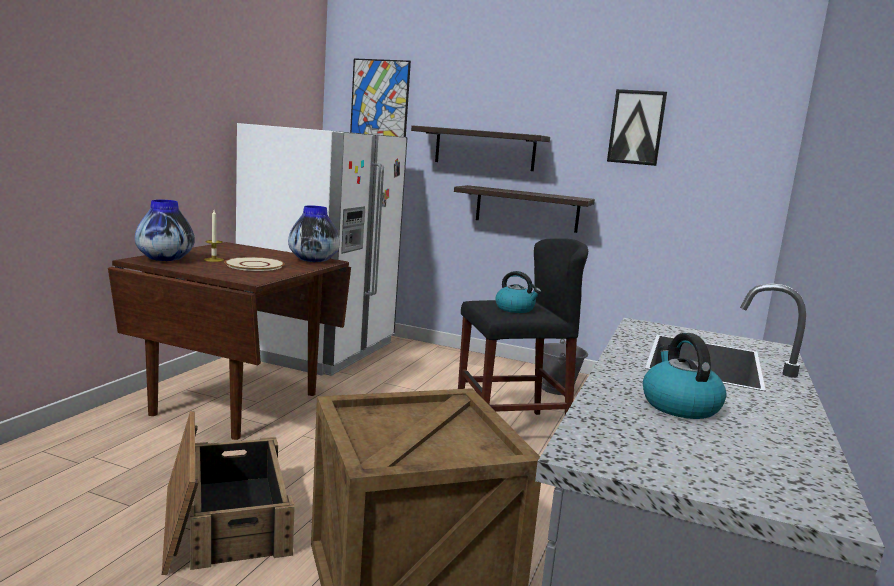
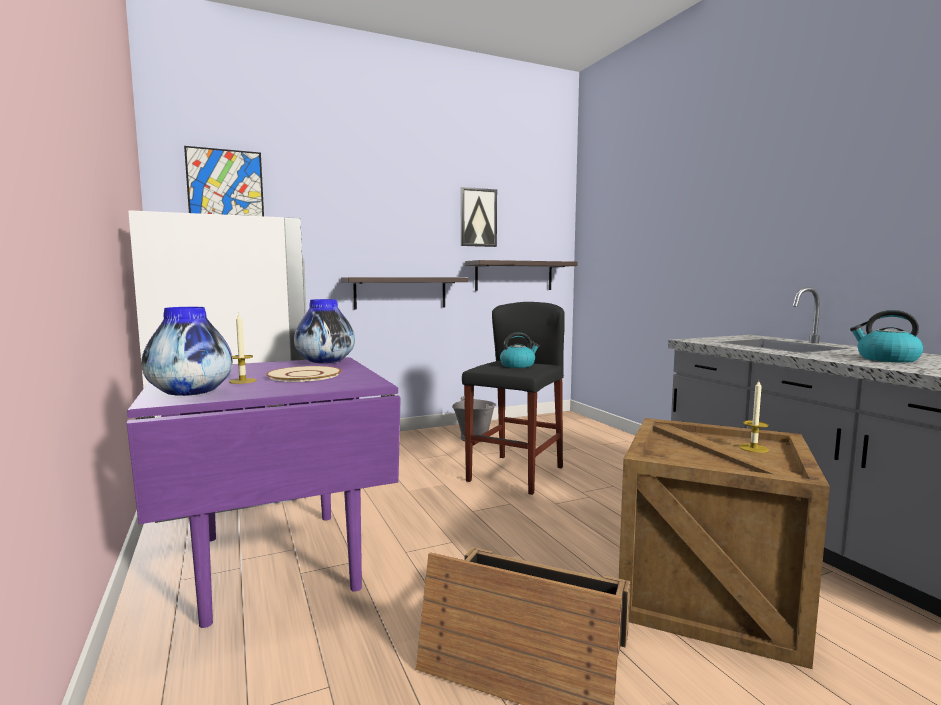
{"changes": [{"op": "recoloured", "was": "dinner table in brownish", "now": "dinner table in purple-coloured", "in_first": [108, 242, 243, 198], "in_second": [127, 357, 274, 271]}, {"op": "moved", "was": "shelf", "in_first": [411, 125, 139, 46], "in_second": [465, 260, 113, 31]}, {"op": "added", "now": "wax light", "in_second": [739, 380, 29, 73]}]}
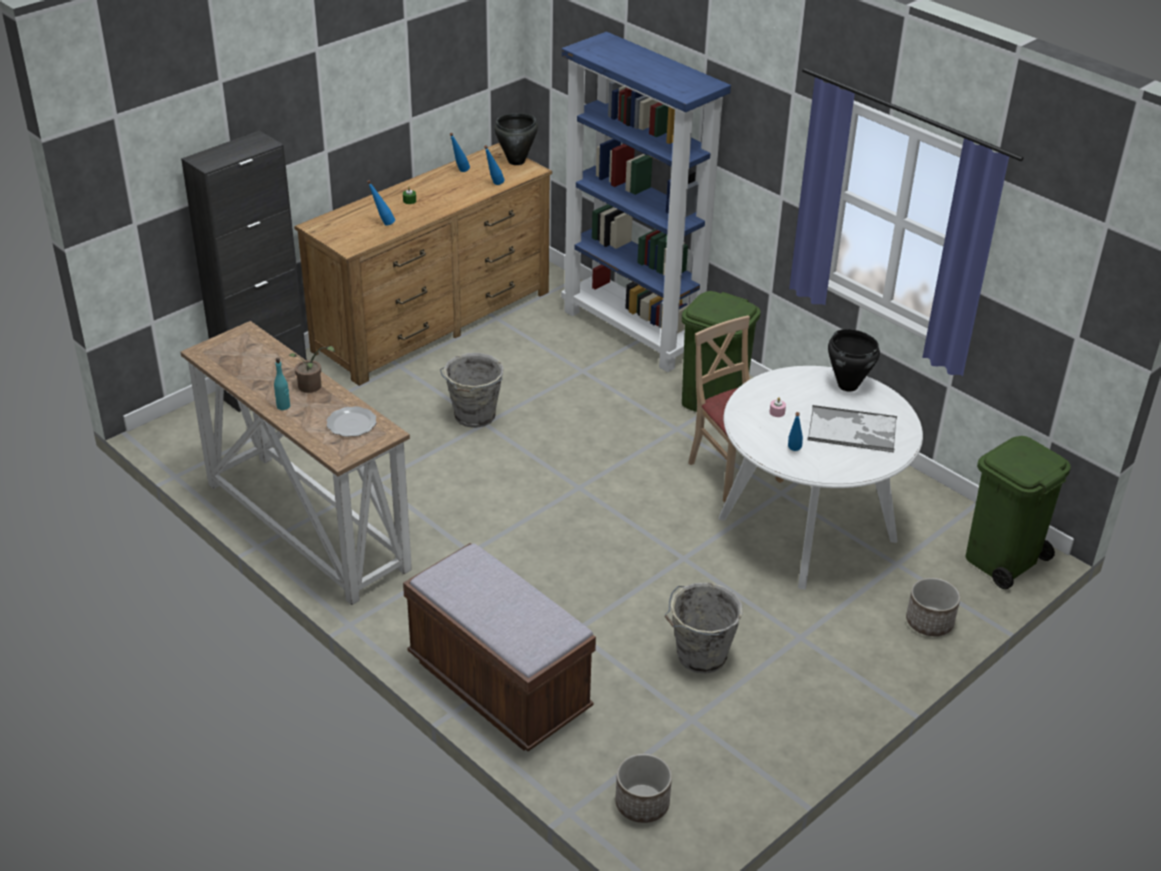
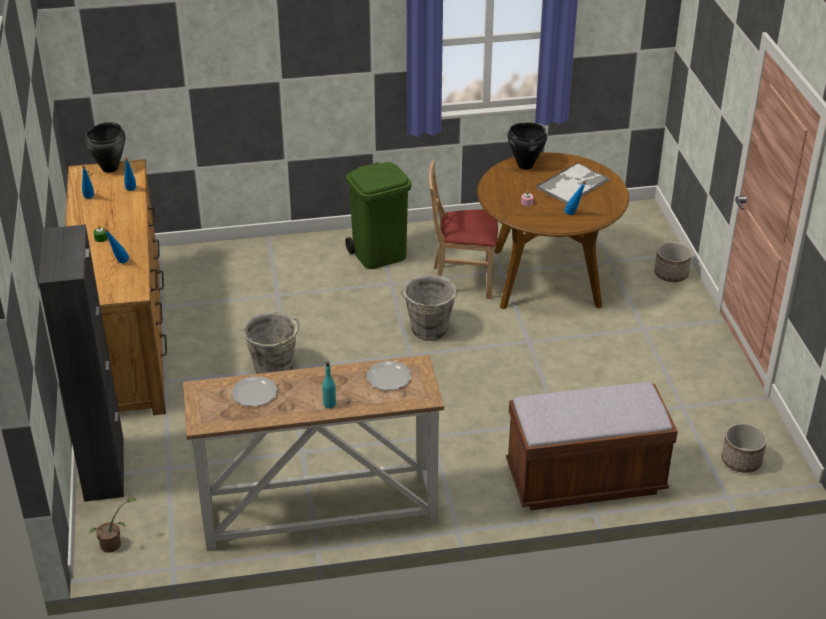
{"changes": [{"op": "moved", "was": "potted plant", "in_first": [288, 346, 47, 47], "in_second": [90, 498, 46, 55]}, {"op": "added", "now": "dinner plate", "in_second": [231, 376, 47, 31]}, {"op": "moved", "was": "pail in greyish", "in_first": [665, 583, 78, 91], "in_second": [401, 275, 57, 66]}, {"op": "recoloured", "was": "dinner table in white-coloured", "now": "dinner table in brownish", "in_first": [719, 366, 204, 223], "in_second": [477, 153, 152, 156]}, {"op": "removed", "was": "bookcase in bluish", "in_first": [561, 32, 170, 340]}, {"op": "removed", "was": "waste bin in green-coloured", "in_first": [966, 436, 105, 153]}]}
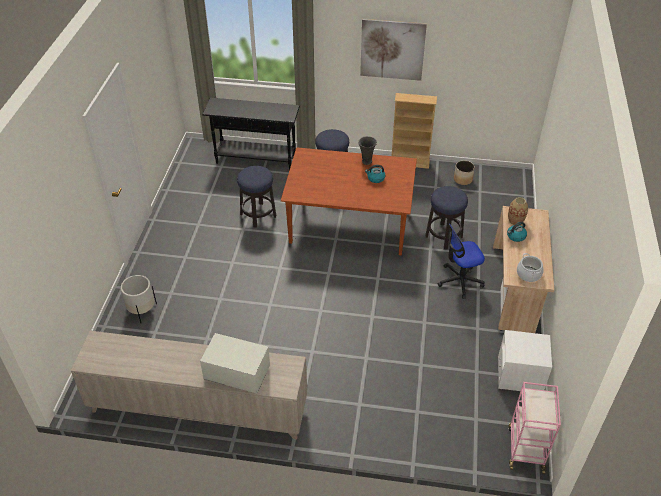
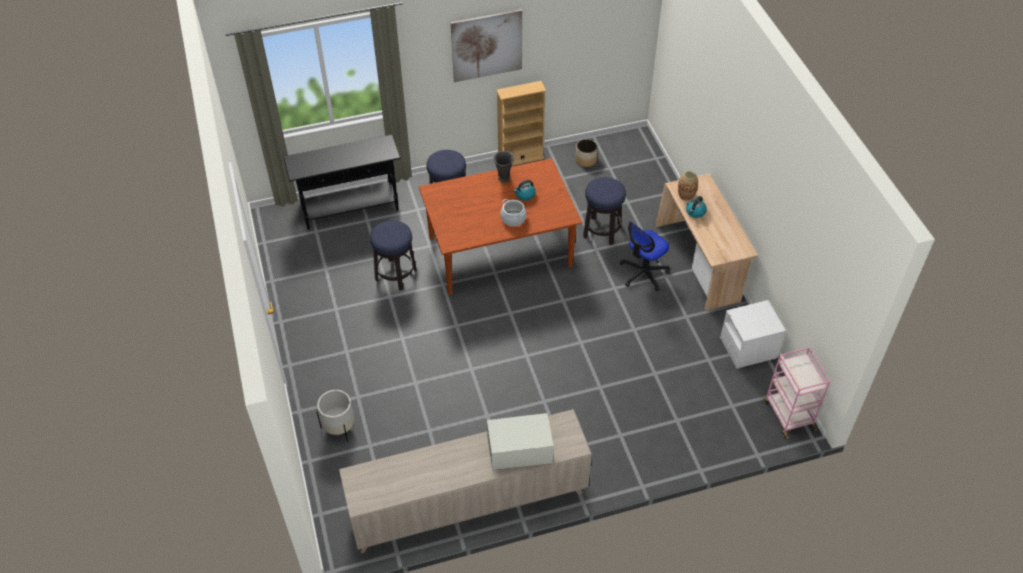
{"changes": [{"op": "moved", "was": "cooking pot", "in_first": [517, 253, 27, 29], "in_second": [501, 199, 26, 27]}]}
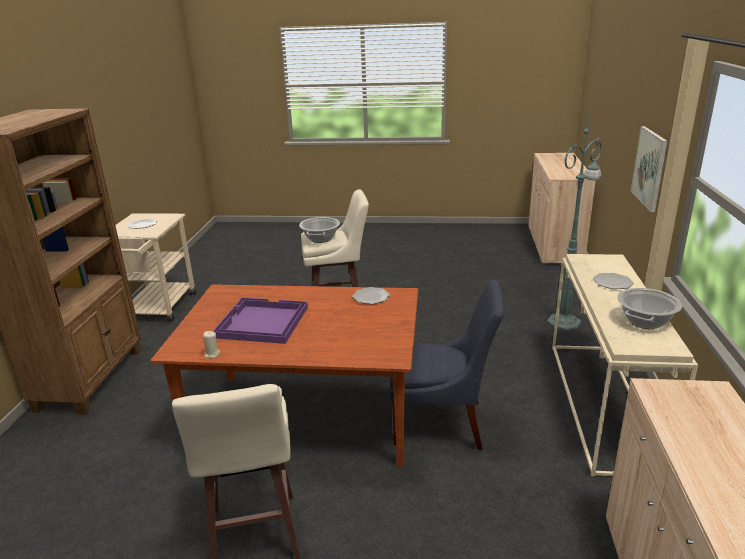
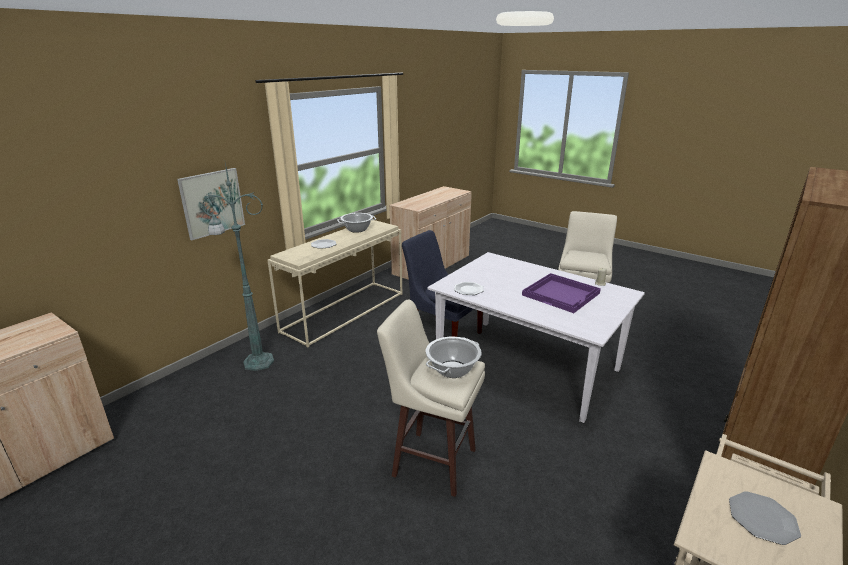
{"changes": [{"op": "recoloured", "was": "dinner table in brownish", "now": "dinner table in white-coloured", "in_first": [150, 284, 268, 183], "in_second": [428, 252, 217, 171]}]}
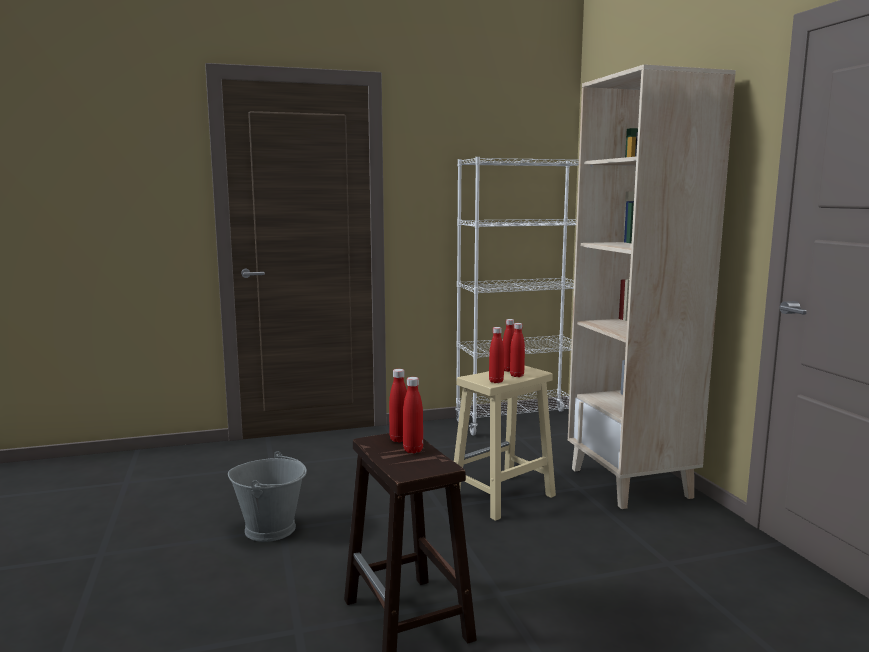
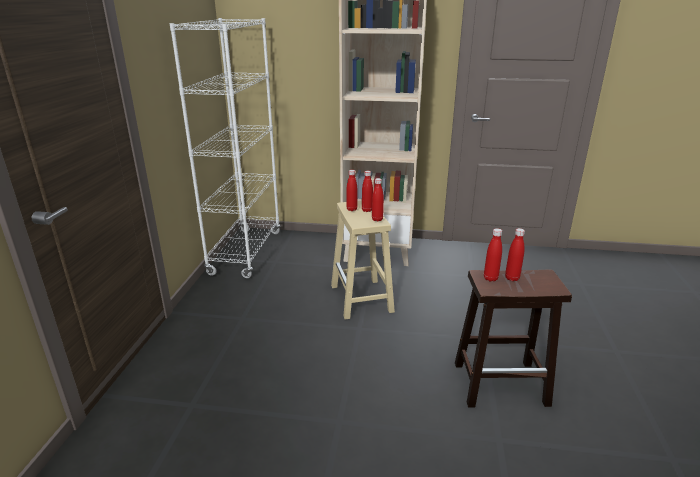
{"changes": [{"op": "removed", "was": "pail in greyish", "in_first": [228, 451, 79, 91]}]}
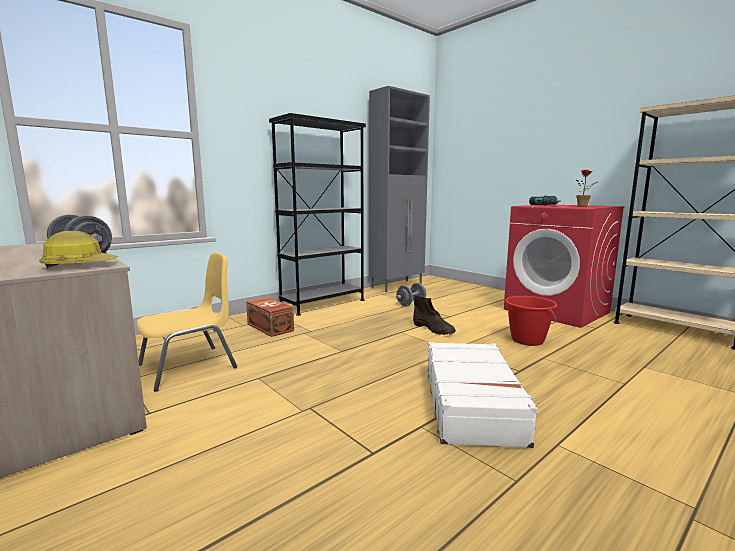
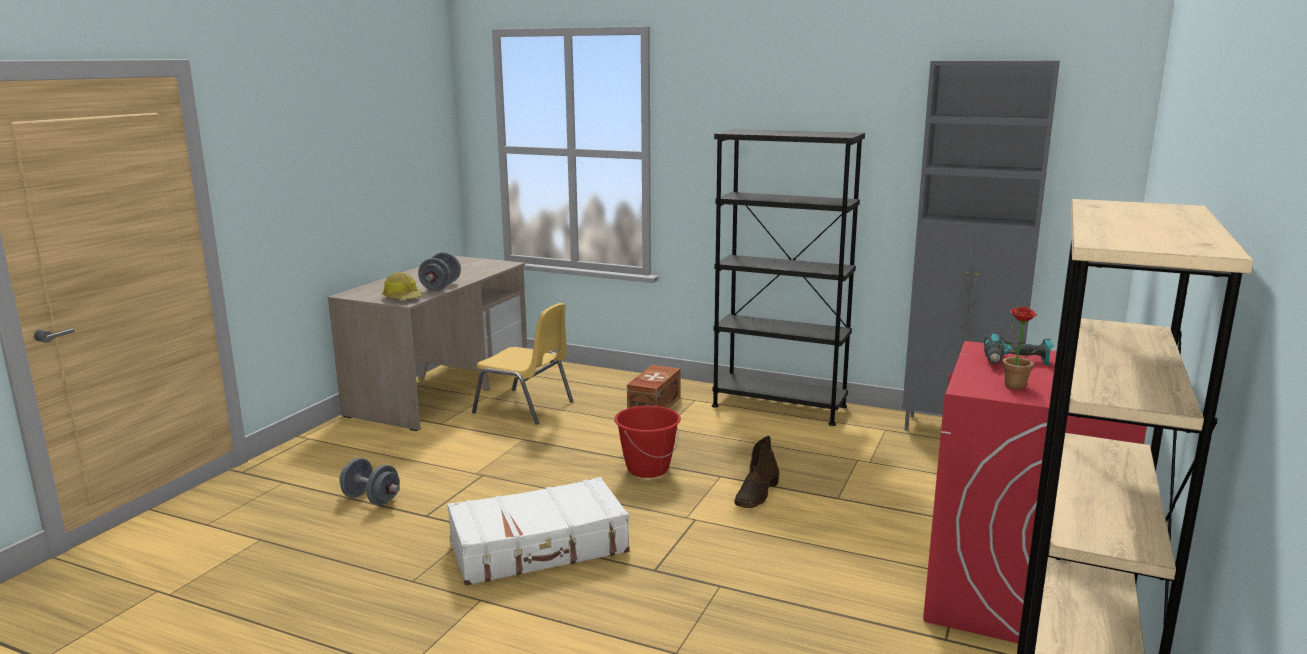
{"changes": [{"op": "moved", "was": "free weight in greyish", "in_first": [396, 283, 30, 23], "in_second": [339, 458, 61, 48]}, {"op": "moved", "was": "pail in red", "in_first": [505, 296, 52, 50], "in_second": [614, 406, 67, 72]}]}
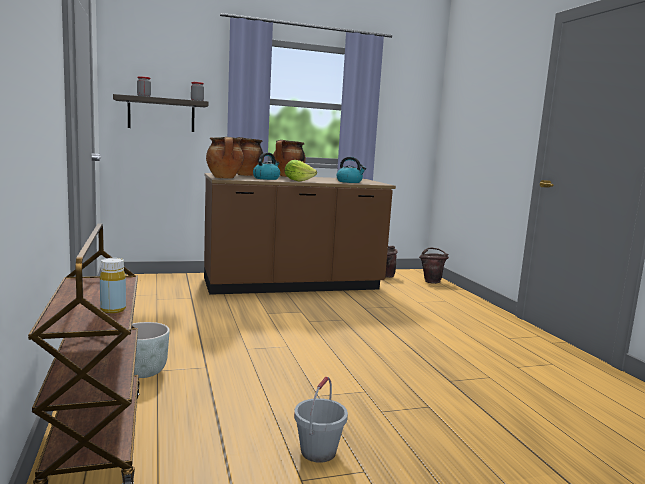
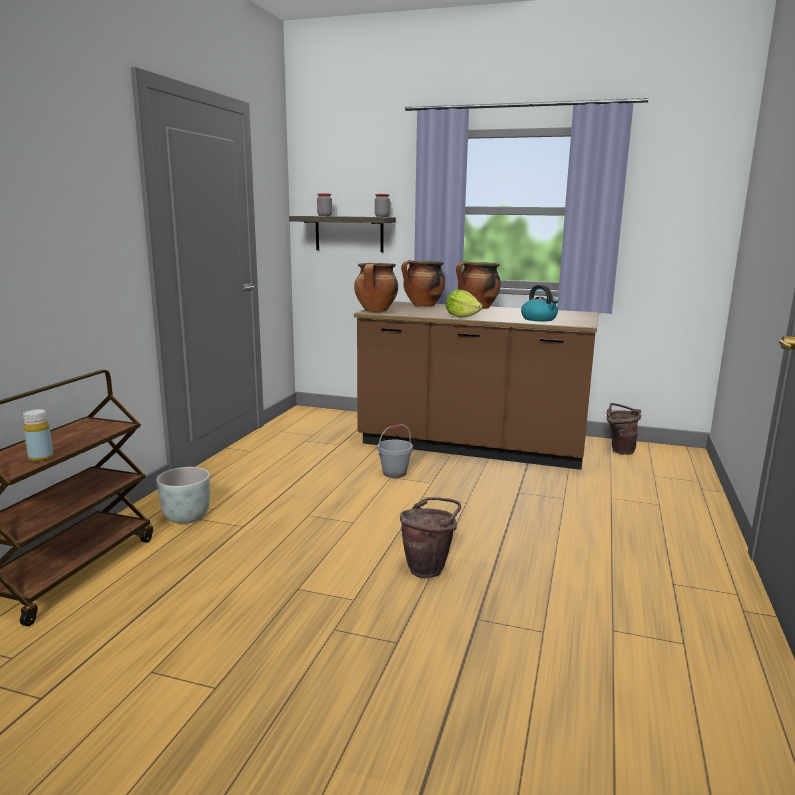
{"changes": [{"op": "moved", "was": "pail in greyish", "in_first": [294, 377, 54, 86], "in_second": [377, 424, 36, 54]}, {"op": "moved", "was": "pail in brownish", "in_first": [419, 247, 30, 37], "in_second": [400, 497, 61, 81]}, {"op": "removed", "was": "water kettle", "in_first": [253, 152, 27, 28]}]}
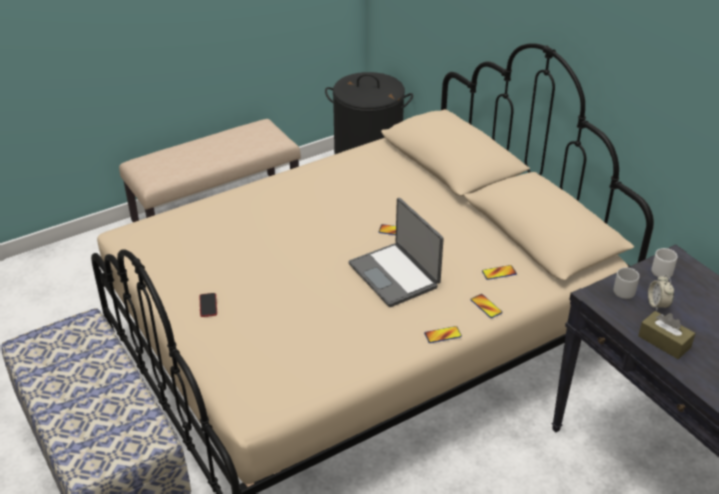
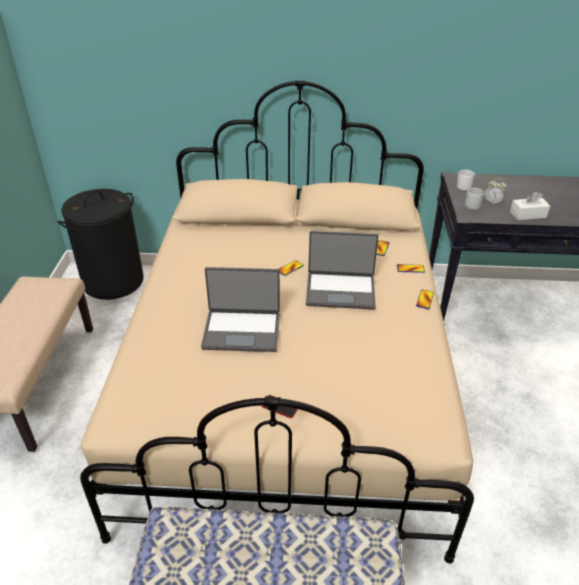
{"changes": [{"op": "added", "now": "portable computer", "in_second": [201, 267, 79, 85]}, {"op": "recoloured", "was": "tissue box in brownish", "now": "tissue box in white-coloured", "in_first": [638, 311, 57, 48], "in_second": [510, 192, 40, 28]}]}
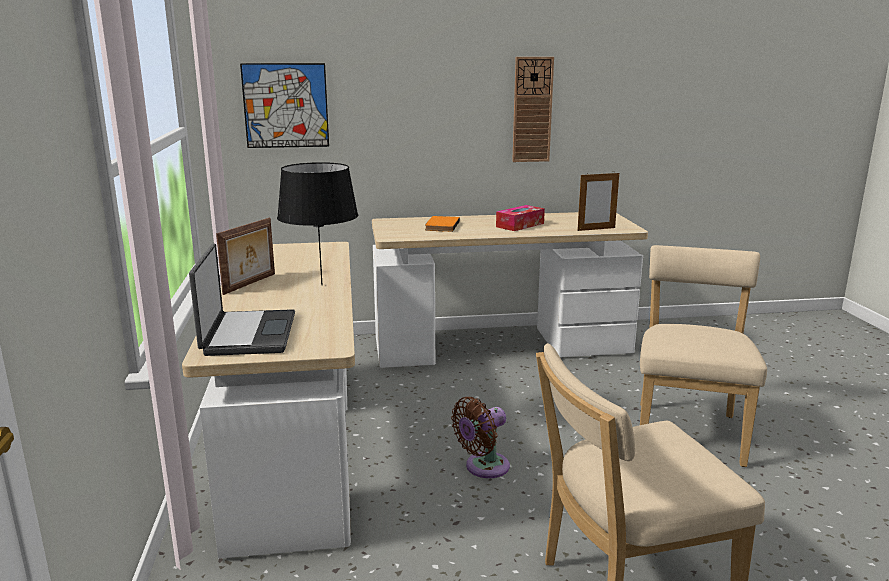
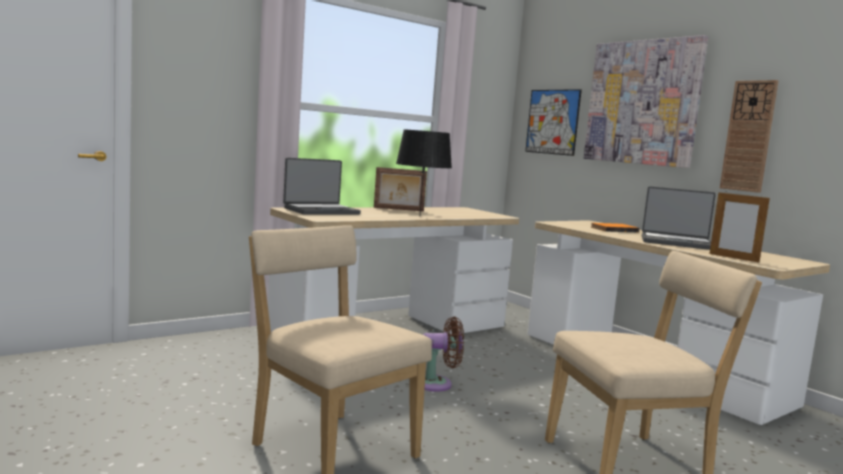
{"changes": [{"op": "turned", "was": "cooling fan in brownish", "in_first": [451, 397, 59, 81], "in_second": [423, 317, 41, 75], "clockwise": 150}, {"op": "added", "now": "wall picture", "in_second": [584, 35, 125, 133]}, {"op": "replaced", "was": "tissue box", "now": "portable computer", "in_first": [496, 205, 49, 26], "in_second": [642, 186, 74, 64]}]}
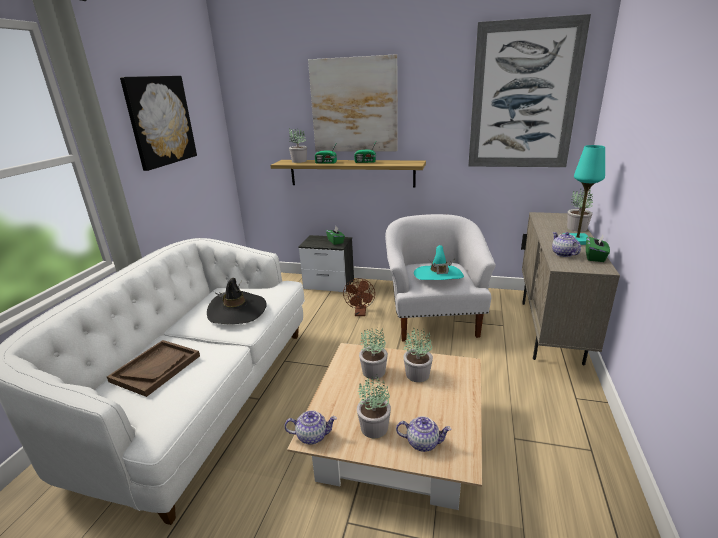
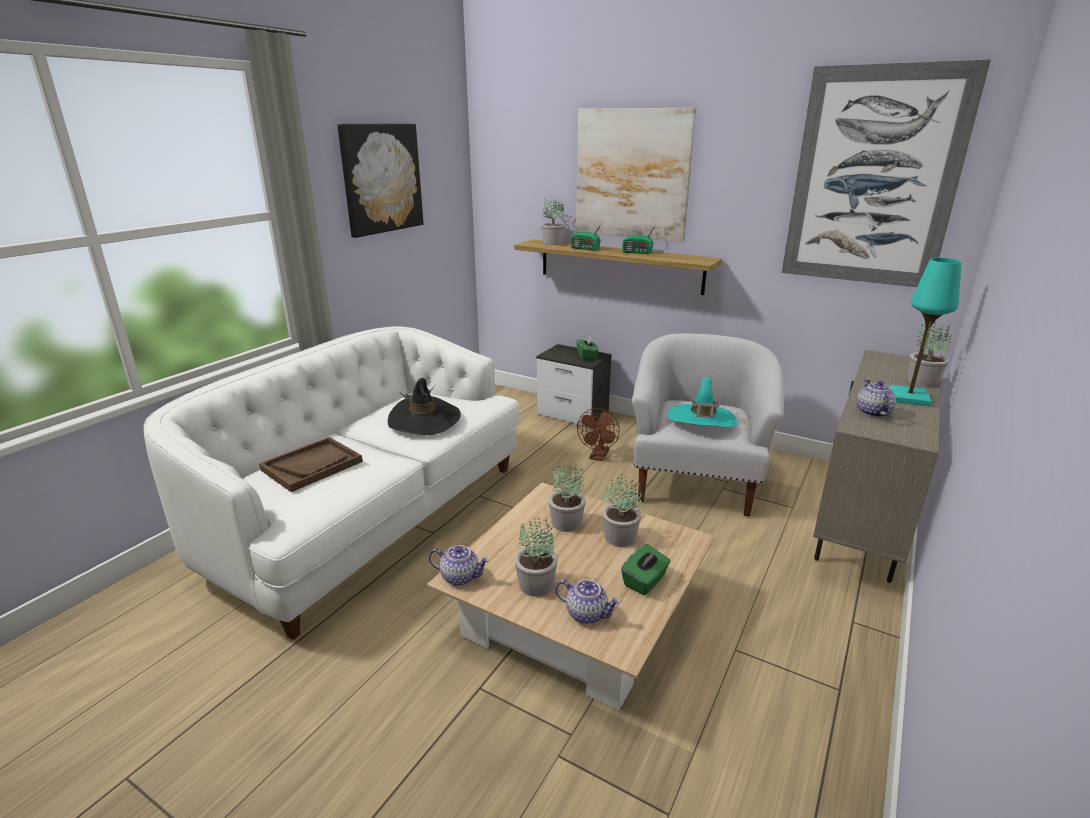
{"changes": [{"op": "moved", "was": "tissue box in green-coloured", "in_first": [586, 233, 24, 29], "in_second": [621, 544, 49, 51]}]}
